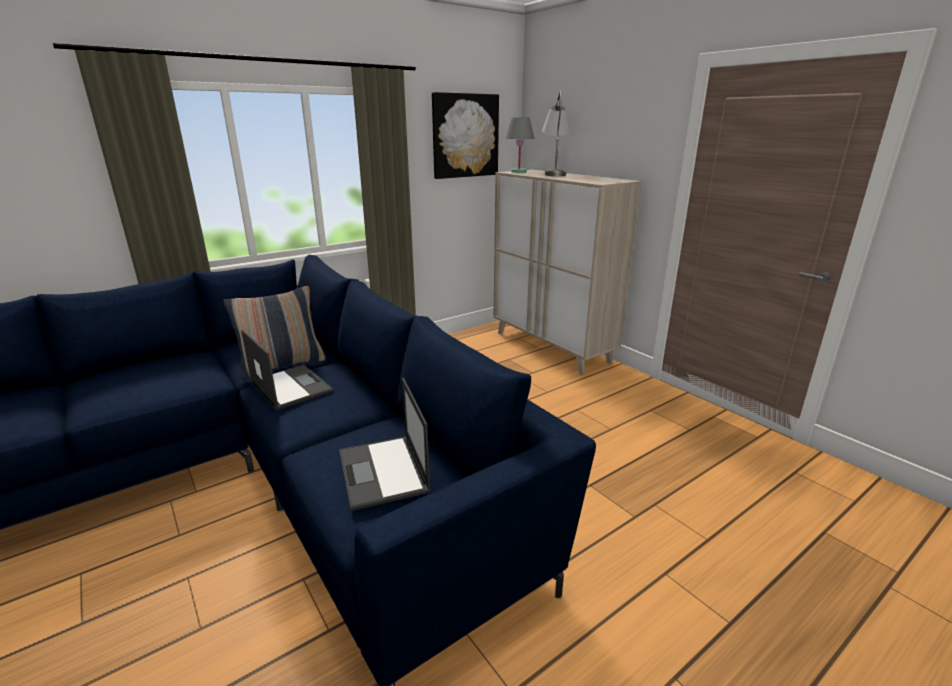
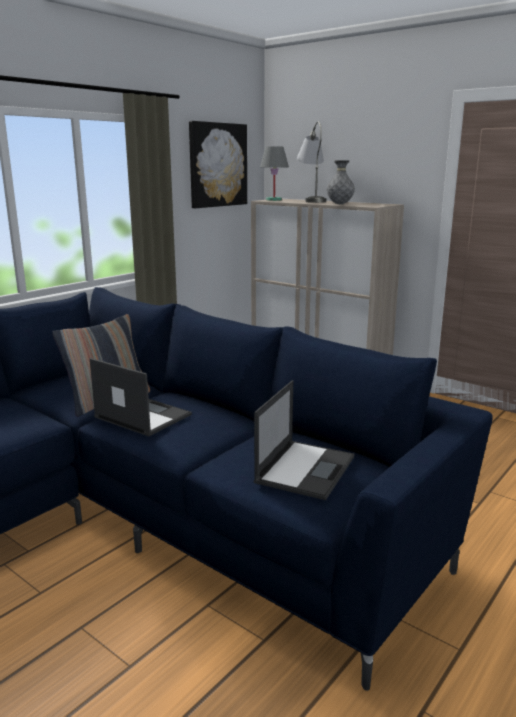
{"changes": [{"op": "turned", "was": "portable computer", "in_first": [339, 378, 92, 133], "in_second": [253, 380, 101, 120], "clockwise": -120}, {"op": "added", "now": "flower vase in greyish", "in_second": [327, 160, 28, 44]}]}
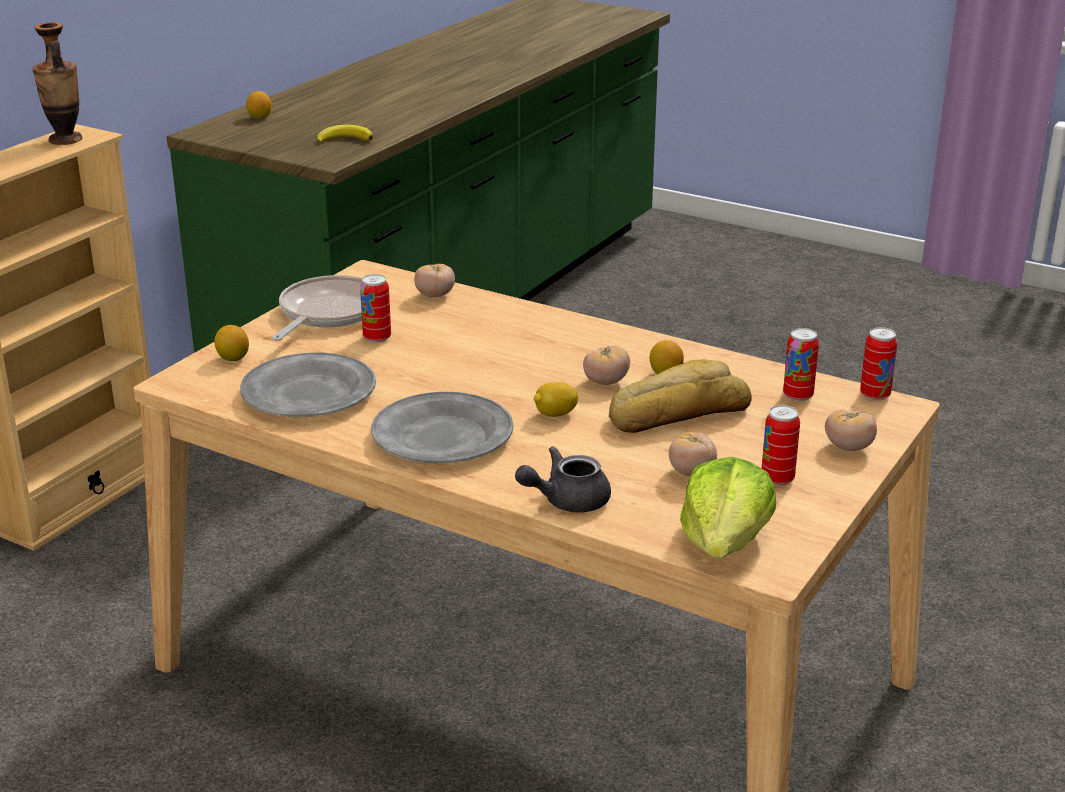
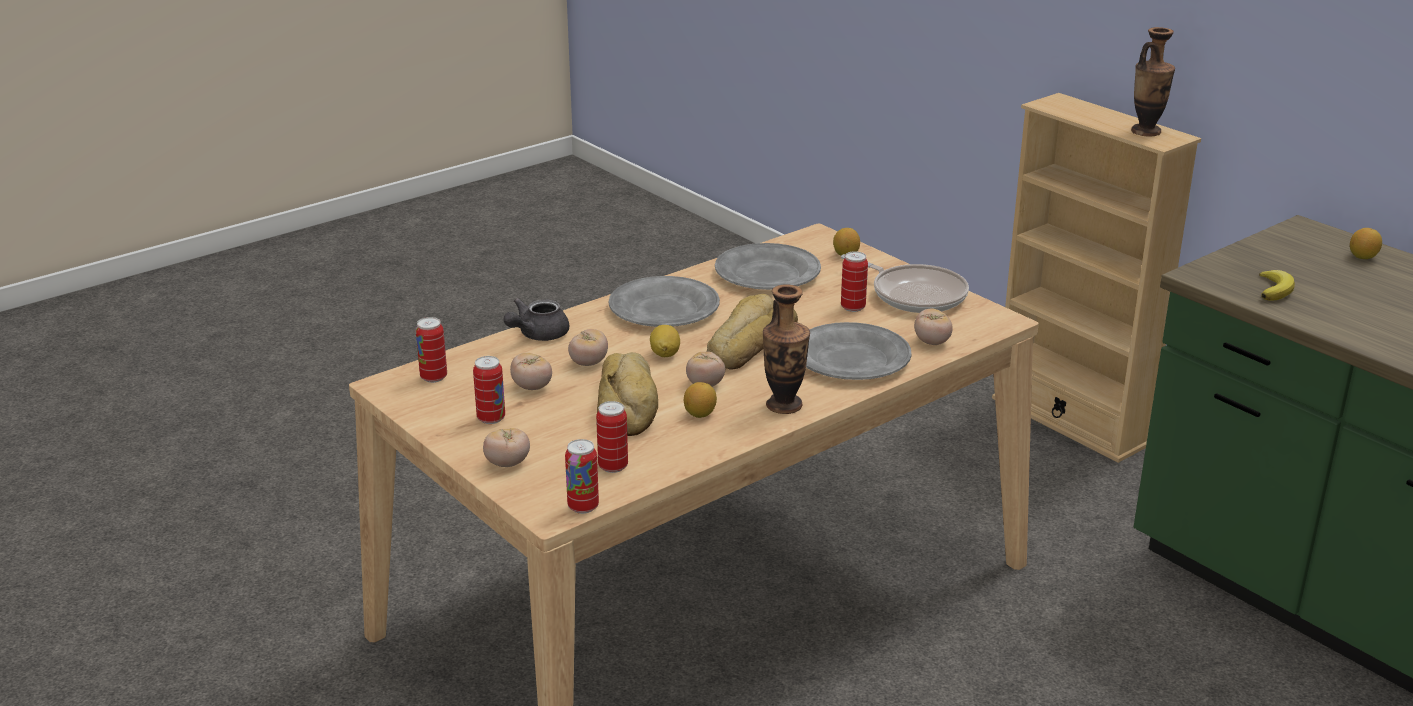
{"changes": [{"op": "replaced", "was": "lettuce", "now": "metal can", "in_first": [680, 457, 96, 101], "in_second": [416, 317, 31, 66]}, {"op": "turned", "was": "teapot in greyish", "in_first": [515, 446, 96, 67], "in_second": [503, 298, 66, 43], "clockwise": -135}, {"op": "added", "now": "tomato", "in_second": [568, 329, 40, 37]}, {"op": "added", "now": "bakery bread", "in_second": [707, 294, 91, 76]}, {"op": "added", "now": "flower vase", "in_second": [763, 284, 47, 130]}, {"op": "added", "now": "dinner plate in greyish", "in_second": [806, 322, 106, 58]}]}
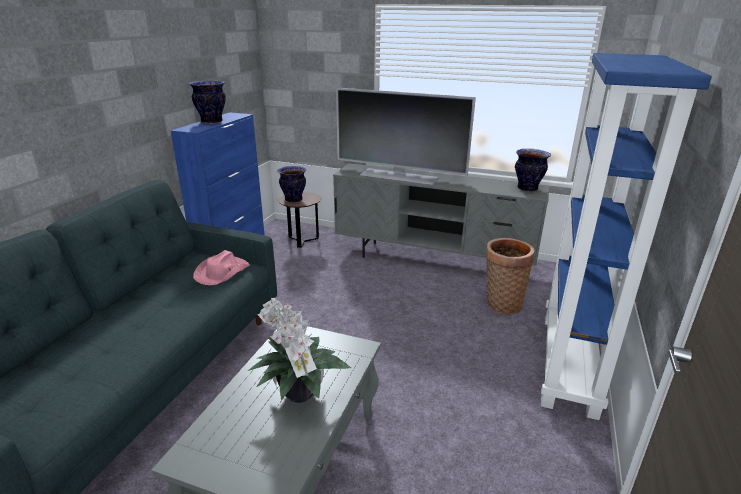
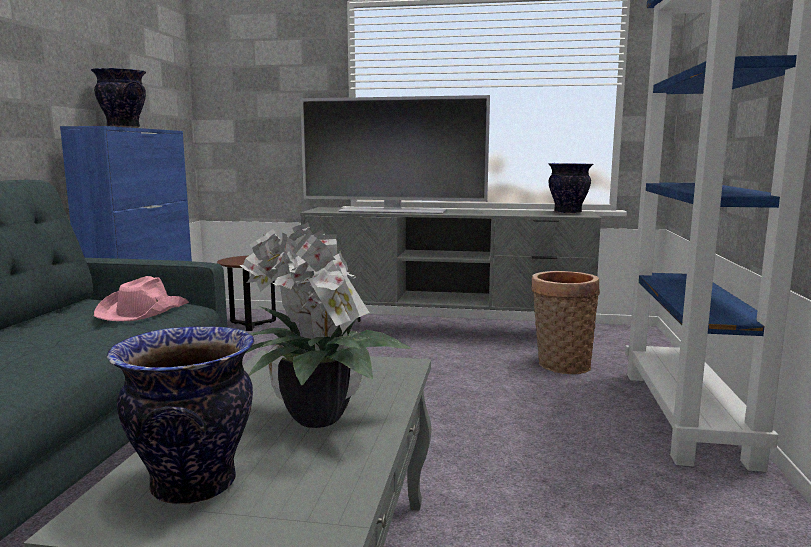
{"changes": [{"op": "moved", "was": "flower vase", "in_first": [277, 166, 29, 37], "in_second": [107, 326, 147, 179]}]}
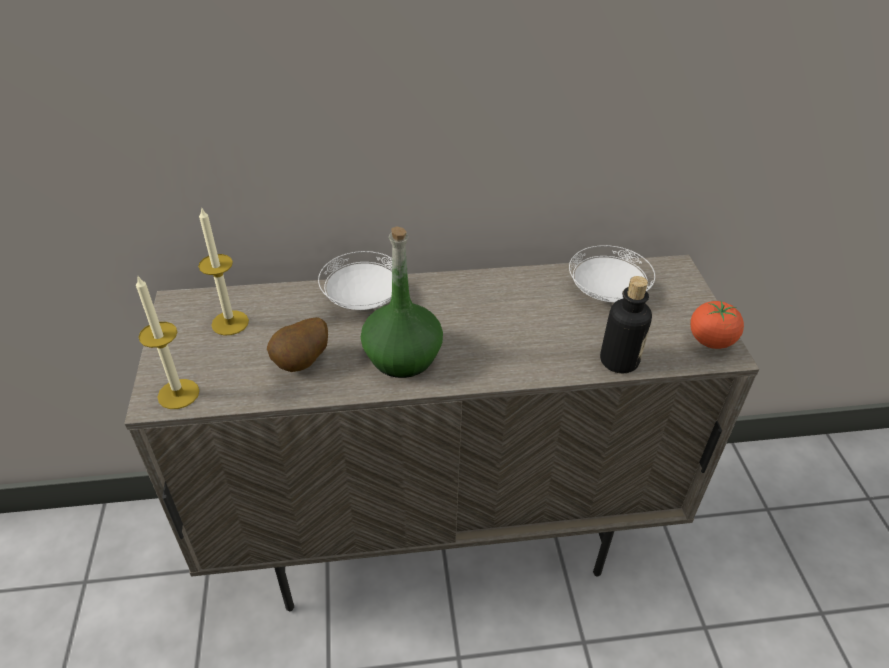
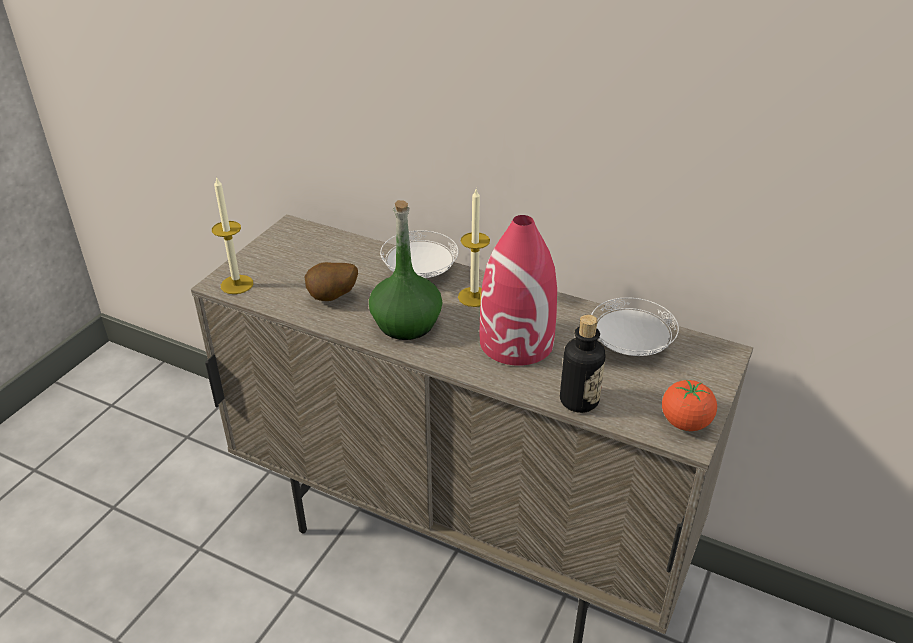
{"changes": [{"op": "moved", "was": "wax light", "in_first": [198, 207, 51, 128], "in_second": [458, 189, 32, 118]}, {"op": "added", "now": "flower vase in red", "in_second": [479, 215, 78, 151]}]}
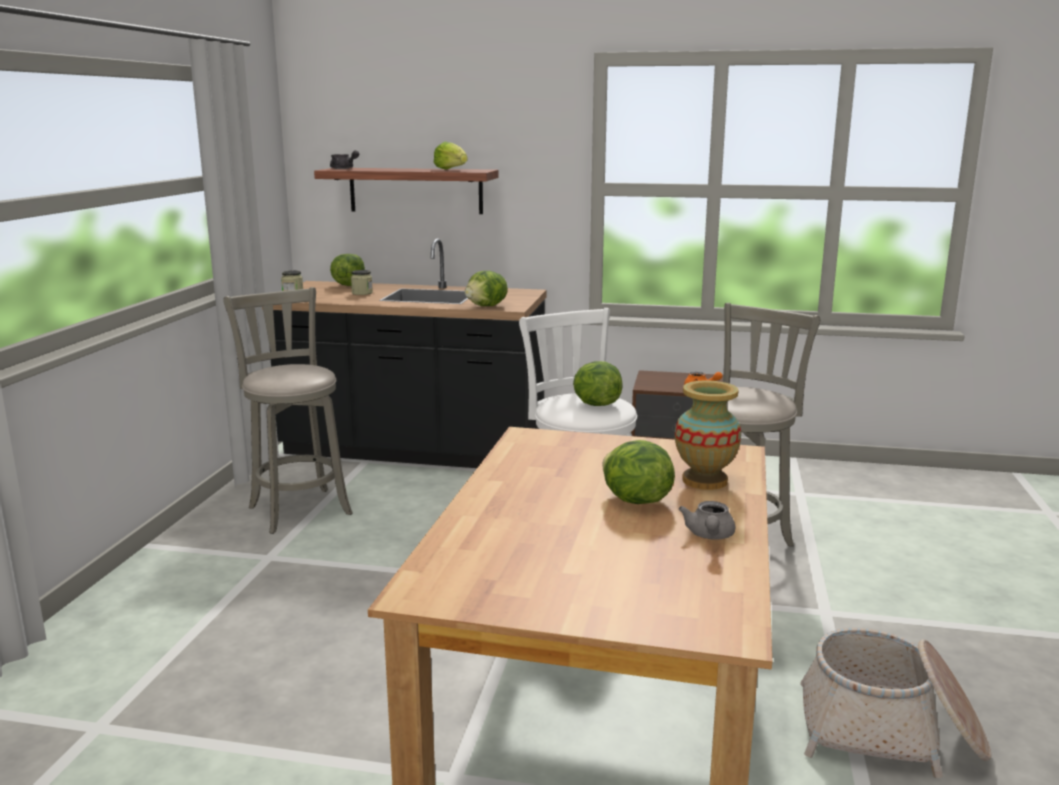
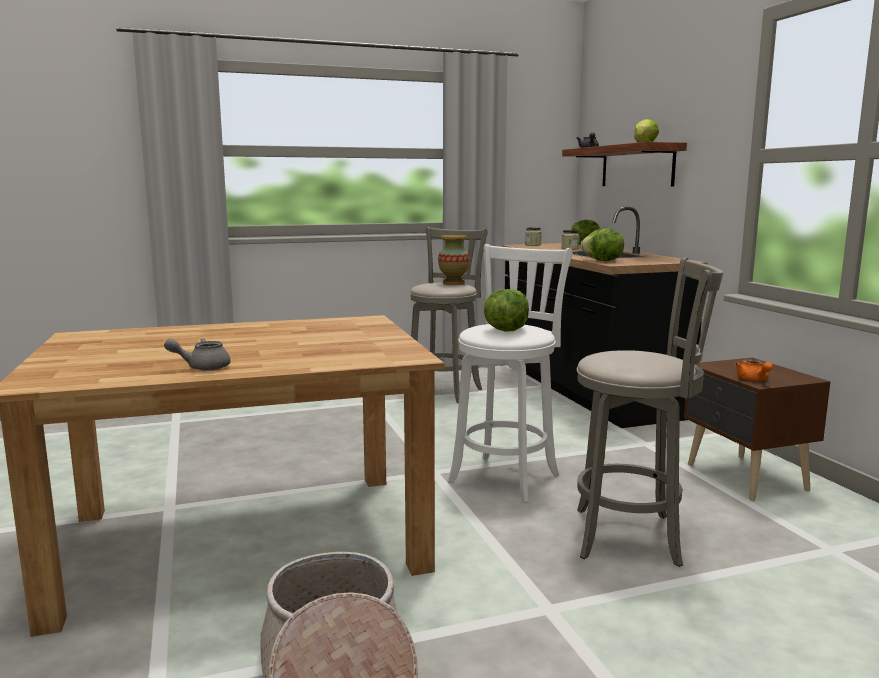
{"changes": [{"op": "moved", "was": "flower vase", "in_first": [675, 381, 66, 109], "in_second": [438, 235, 32, 50]}, {"op": "removed", "was": "lettuce", "in_first": [602, 440, 73, 64]}]}
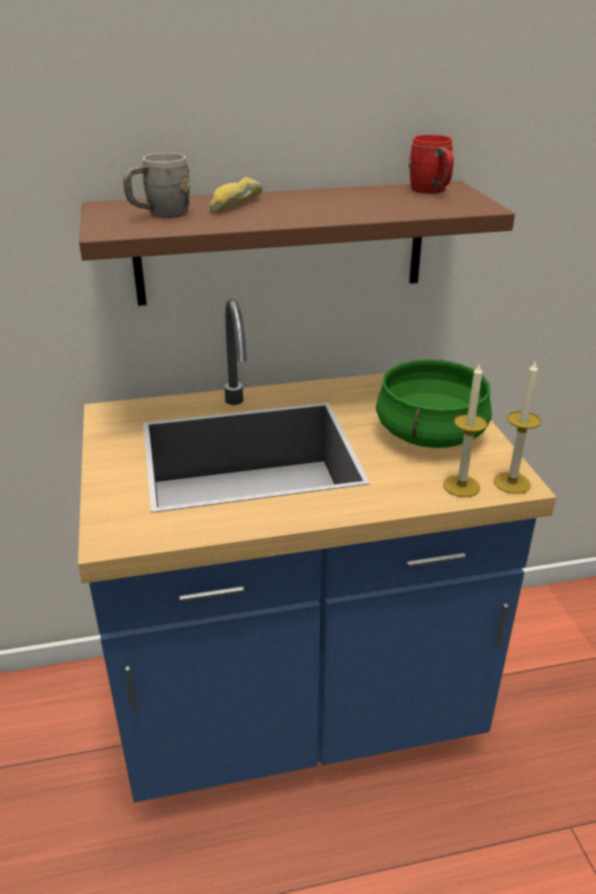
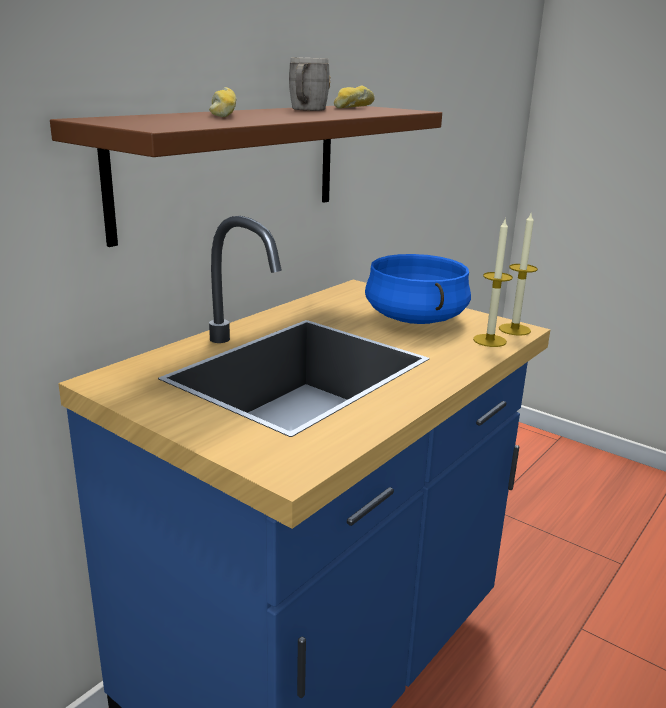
{"changes": [{"op": "moved", "was": "tea mug in greyish", "in_first": [123, 153, 67, 65], "in_second": [289, 57, 42, 54]}, {"op": "replaced", "was": "tea mug in red", "now": "bakery bread", "in_first": [408, 135, 46, 59], "in_second": [334, 85, 41, 23]}, {"op": "recoloured", "was": "cooking pot in green-coloured", "now": "cooking pot in bluish", "in_first": [376, 359, 116, 89], "in_second": [365, 254, 106, 70]}]}
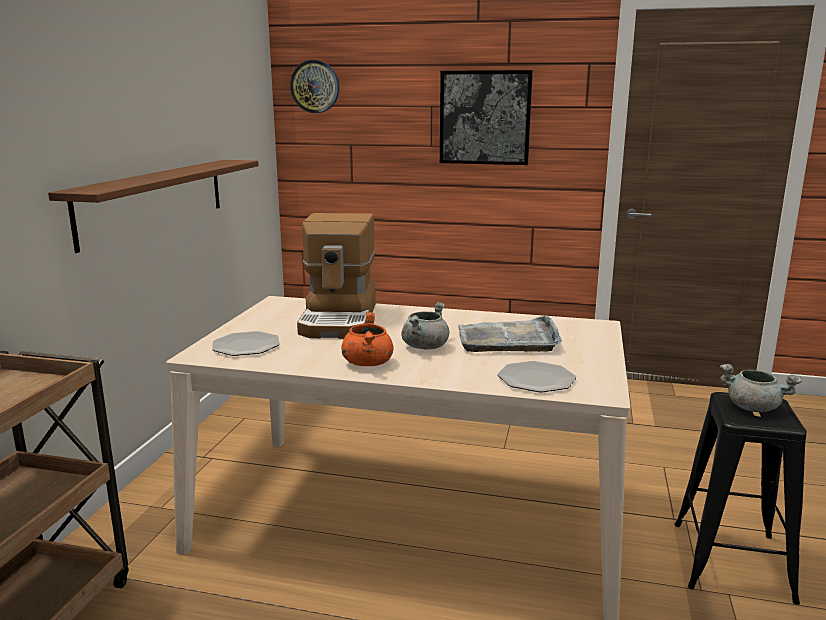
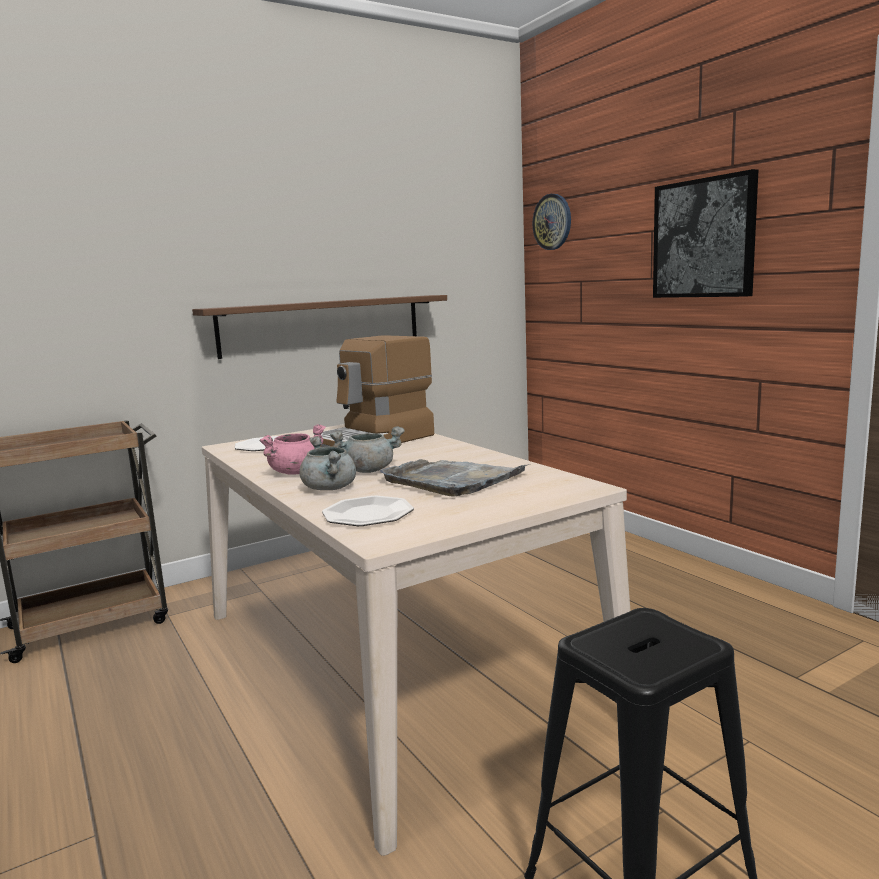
{"changes": [{"op": "recoloured", "was": "cooking pot in orange-coloured", "now": "cooking pot in pink", "in_first": [341, 312, 53, 54], "in_second": [259, 424, 67, 51]}, {"op": "moved", "was": "cooking pot in greyish", "in_first": [720, 364, 82, 48], "in_second": [299, 436, 57, 54]}]}
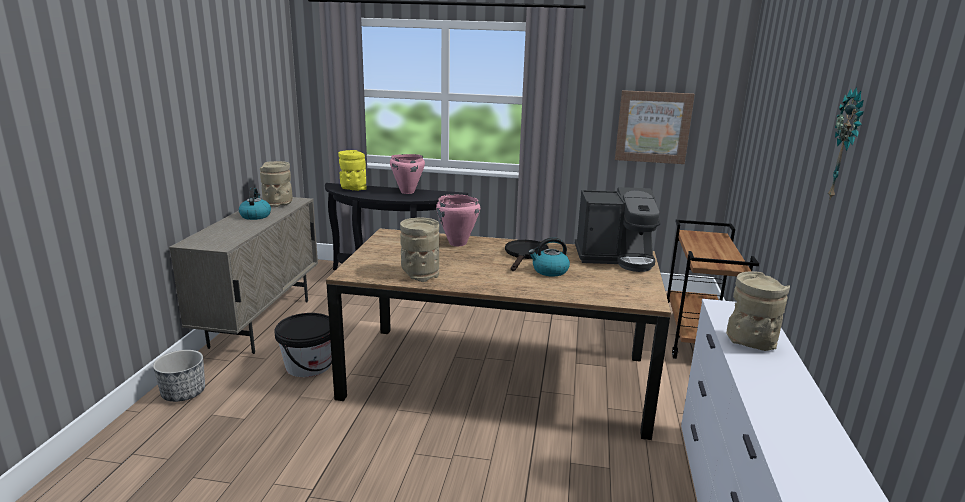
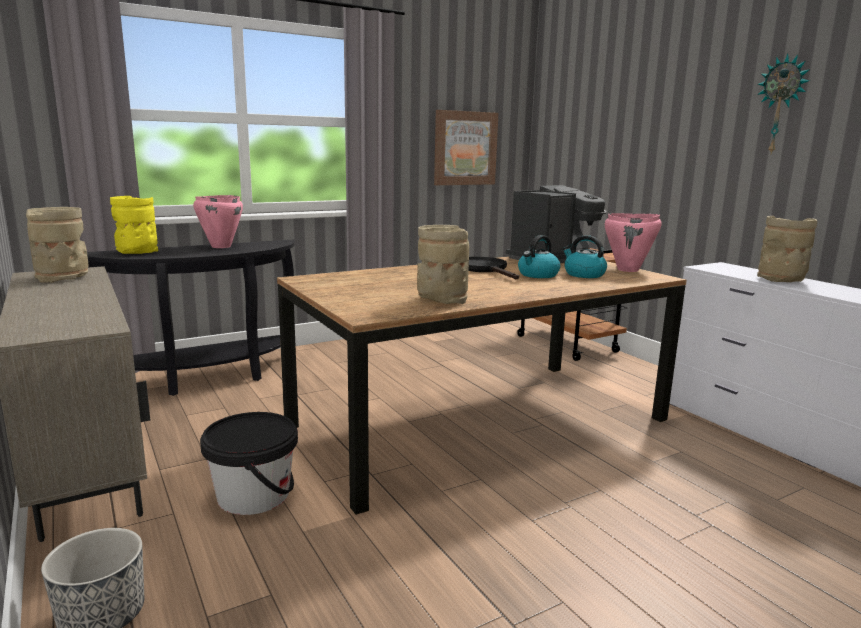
{"changes": [{"op": "moved", "was": "water kettle", "in_first": [239, 188, 32, 32], "in_second": [562, 235, 45, 43]}, {"op": "moved", "was": "cooking pot in pink", "in_first": [436, 194, 44, 52], "in_second": [605, 213, 57, 59]}]}
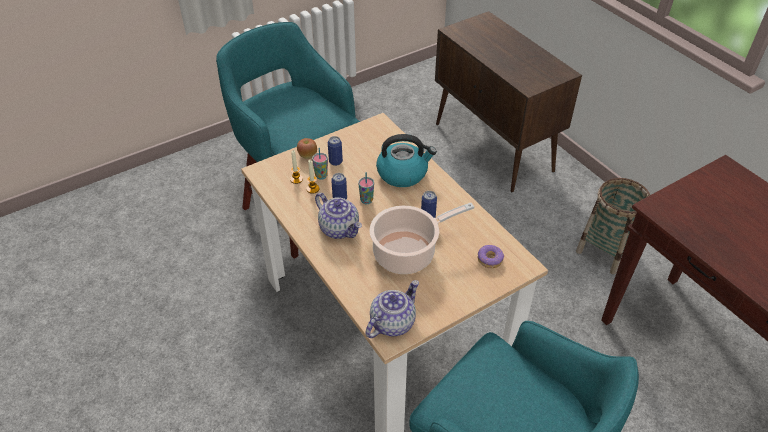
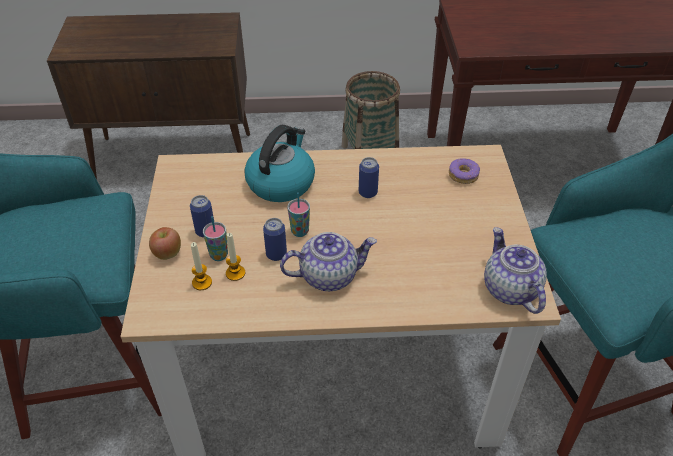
{"changes": [{"op": "removed", "was": "cooking pot", "in_first": [370, 203, 104, 71]}]}
